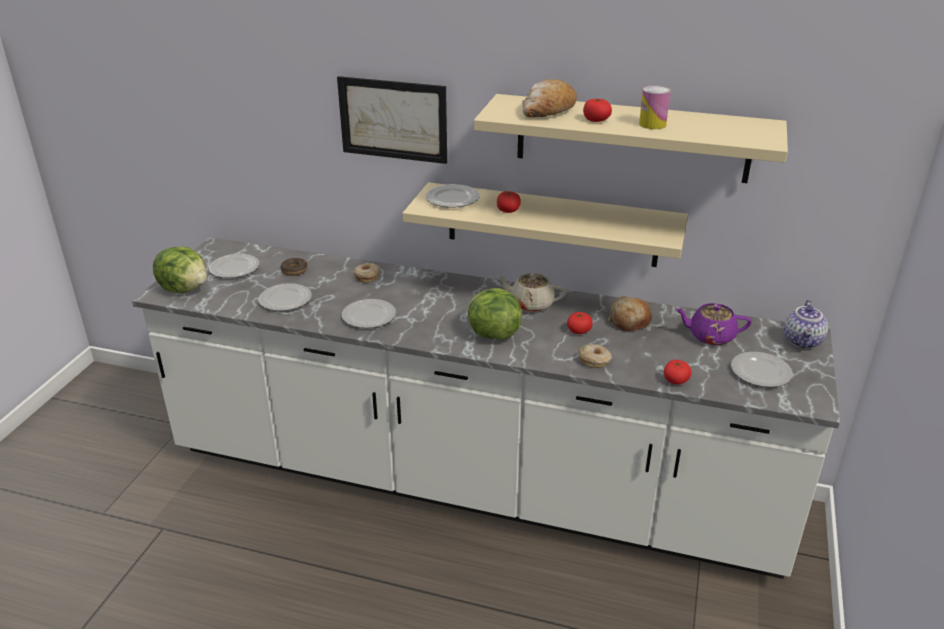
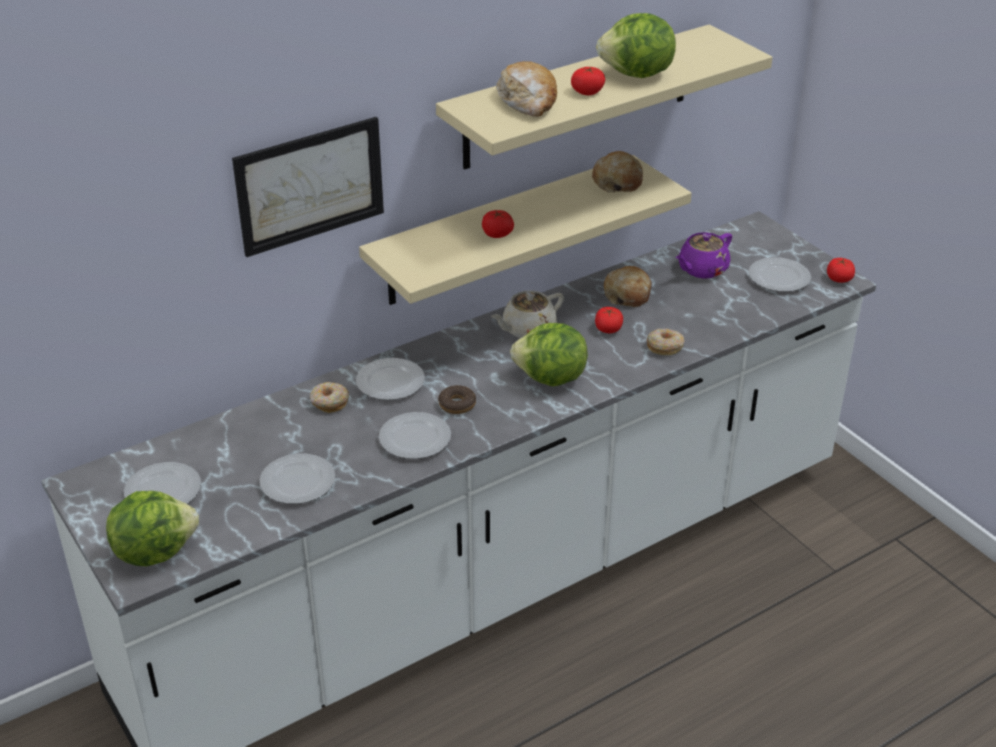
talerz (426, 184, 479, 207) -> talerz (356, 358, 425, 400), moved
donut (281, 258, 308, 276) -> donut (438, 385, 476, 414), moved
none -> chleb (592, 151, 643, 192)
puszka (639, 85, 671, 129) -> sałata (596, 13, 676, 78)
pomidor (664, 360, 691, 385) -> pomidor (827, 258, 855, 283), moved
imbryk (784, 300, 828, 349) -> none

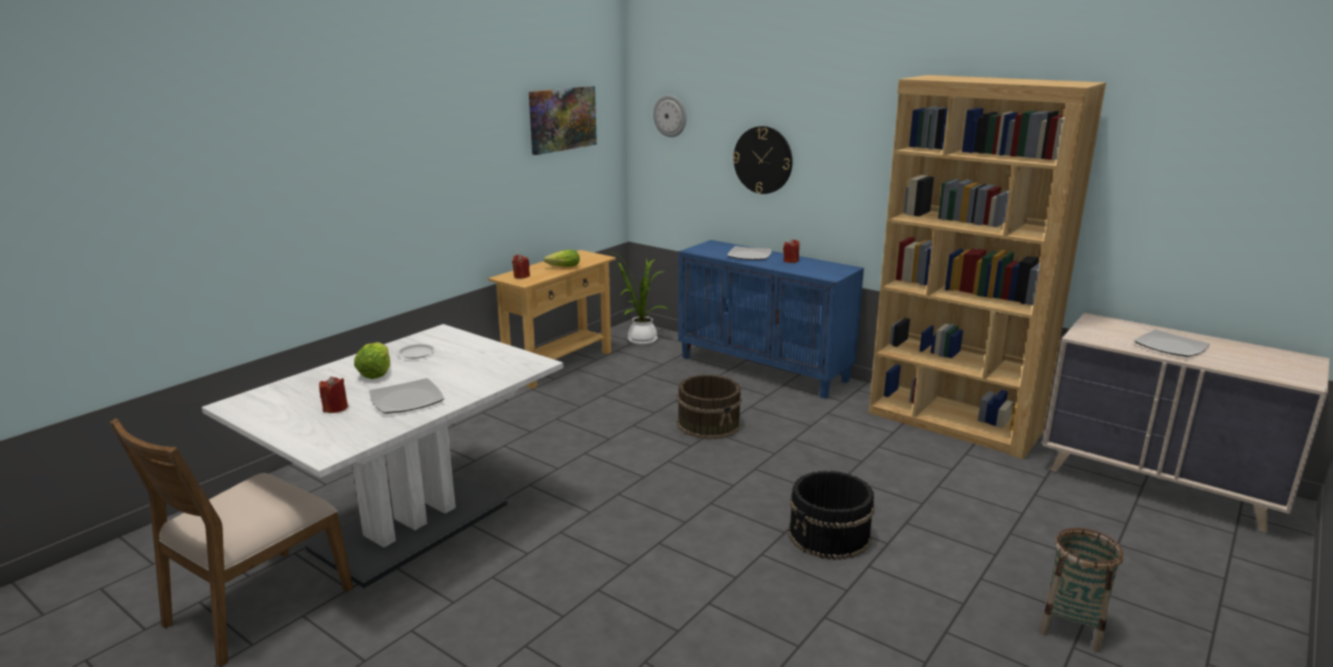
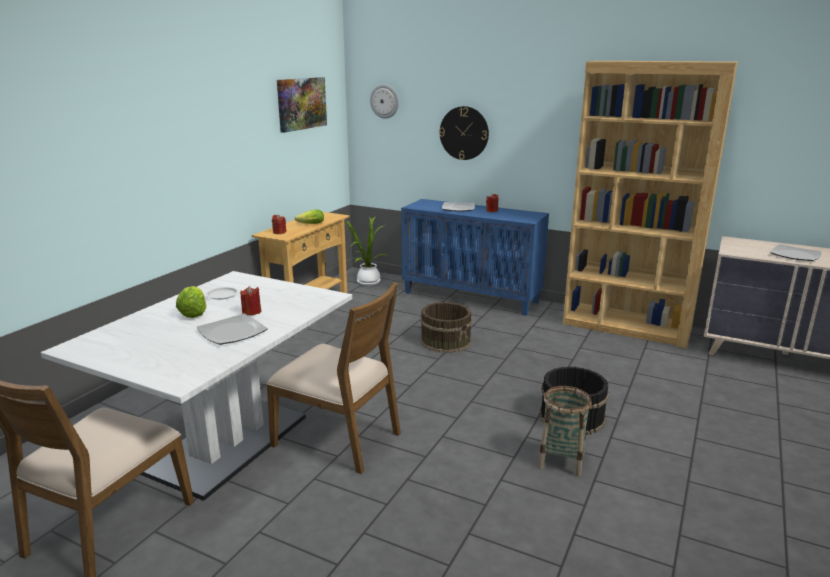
świeca/czerwony (319, 376, 348, 413) -> świeca/czerwony (240, 286, 261, 315), moved
none -> krzesło/brązowy (267, 282, 401, 474)
koszyk (1039, 528, 1124, 652) -> koszyk (538, 386, 592, 477), moved

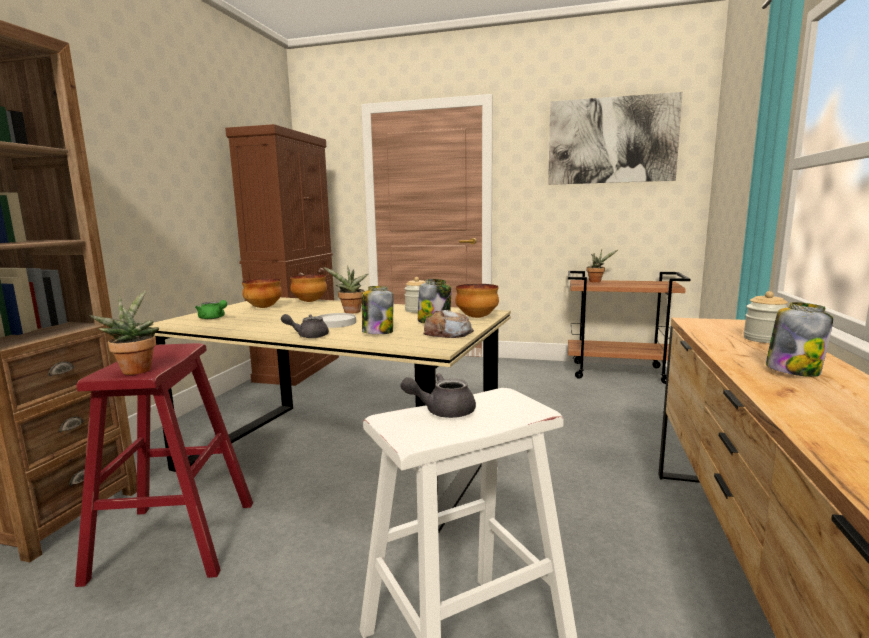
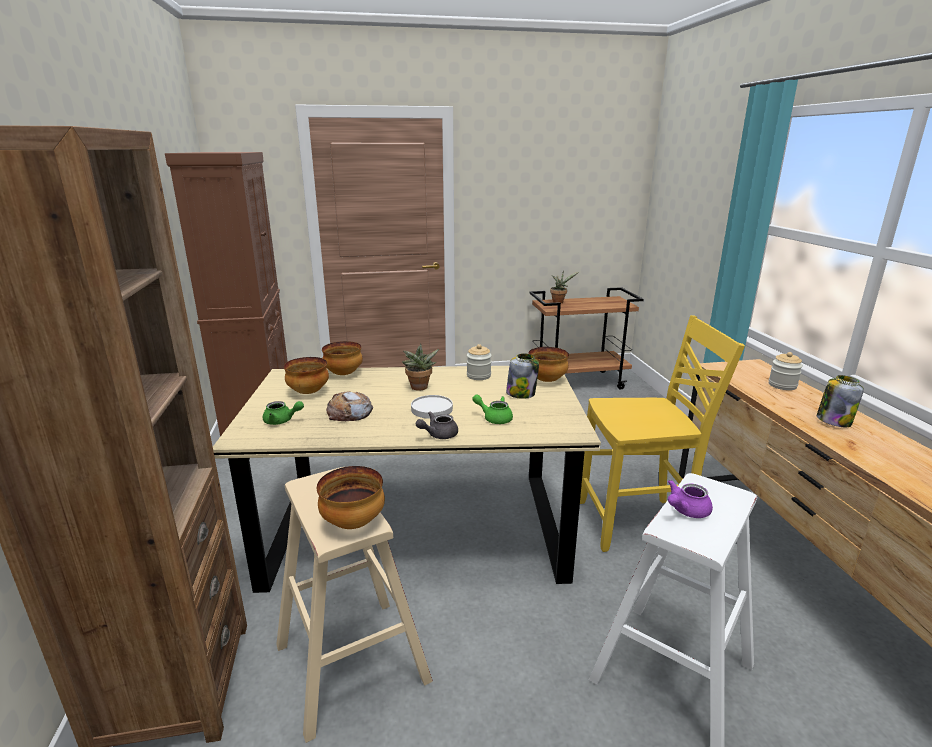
stołek/czerwony (75, 343, 253, 587) -> stołek/beżowy (276, 467, 433, 743)
roślina doniczkowa (90, 290, 159, 375) -> miska (317, 466, 385, 529)
chleb (423, 310, 474, 338) -> chleb (326, 391, 373, 421), moved
słoik (362, 286, 393, 334) -> imbryk/zielony (472, 394, 513, 424)
none -> krzesło/żółty (580, 315, 745, 552)
imbryk/szary (400, 373, 476, 418) -> imbryk/fioletowy (668, 480, 713, 518)
obraz (548, 92, 683, 185) -> none

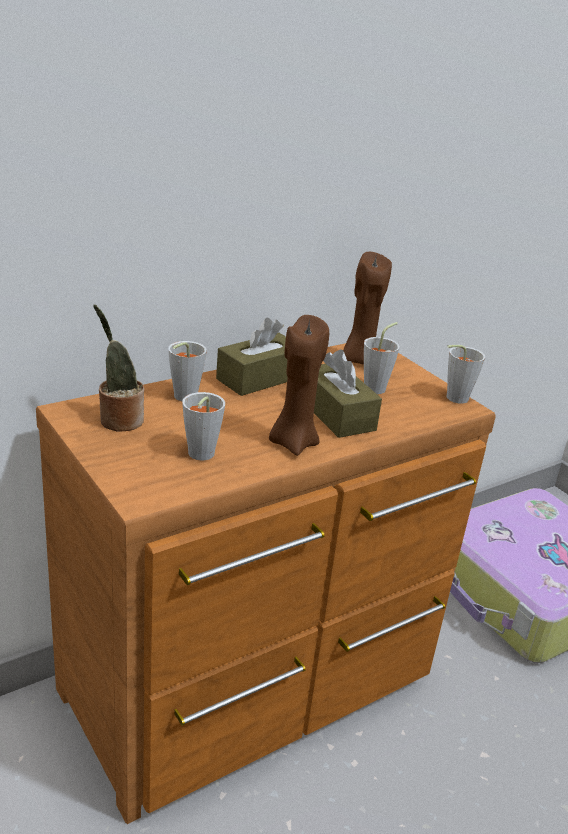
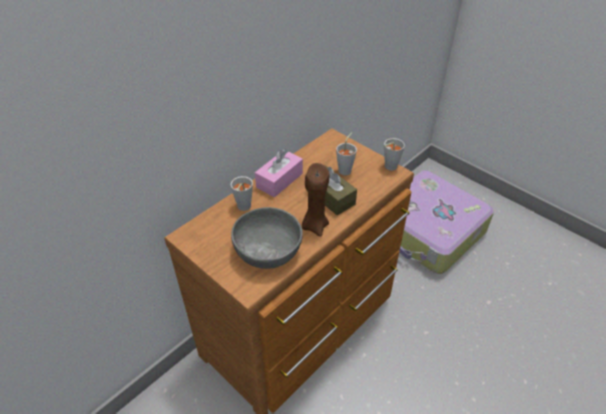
filiżanka/szary (182, 392, 225, 461) -> miska/szary (231, 207, 303, 269)
pudełko chusteczek/brązowy (216, 318, 288, 396) -> pudełko chusteczek/różowy (255, 148, 303, 197)
roślina doniczkowa (93, 305, 144, 432) -> none
świeca/brązowy (343, 252, 392, 365) -> none

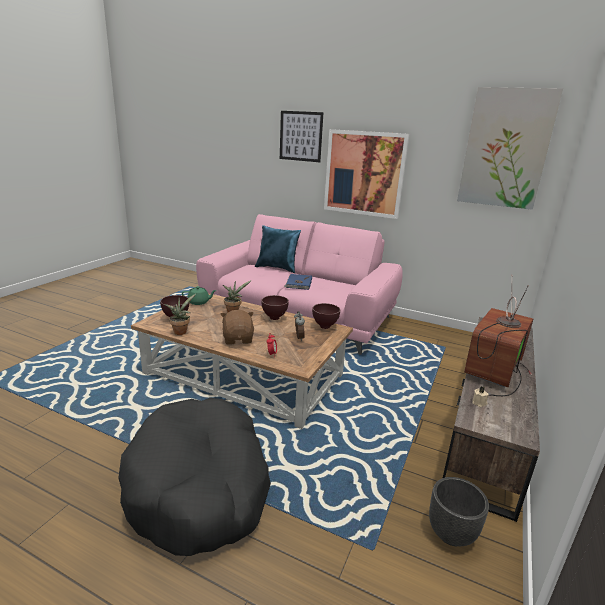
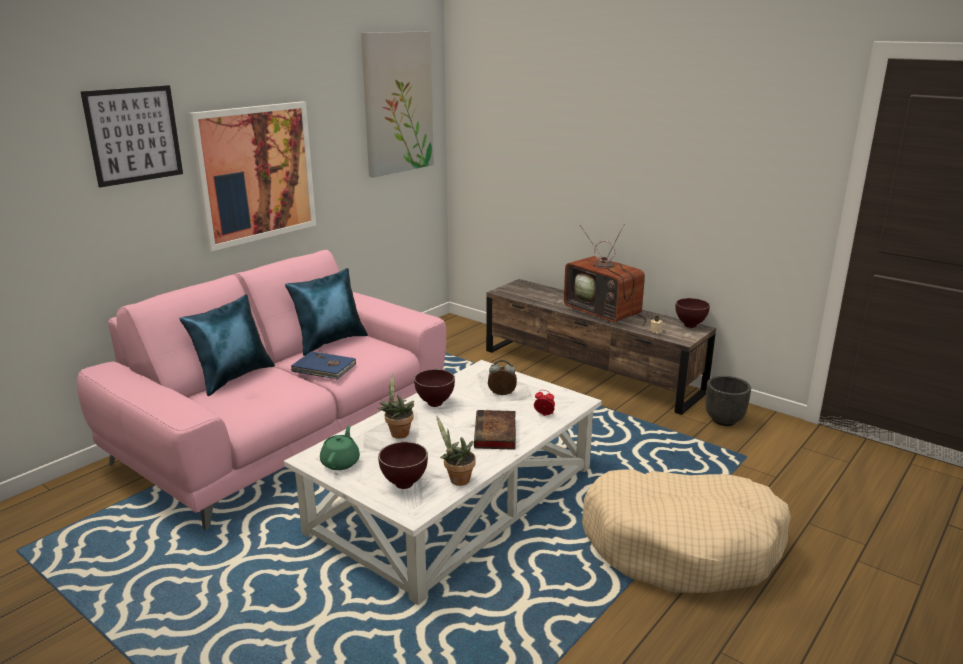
ława/brązowy (131, 293, 353, 429) -> ława/biały (284, 360, 602, 605)
none -> poduszka/niebieski (285, 268, 368, 356)
pluszak/brązowy (220, 310, 254, 345) -> książka (474, 410, 516, 450)
legowisko/czarny (118, 398, 271, 556) -> legowisko/beżowy (582, 470, 791, 593)
miska/brązowy (312, 303, 340, 329) -> miska/brązowy (676, 298, 710, 328), moved

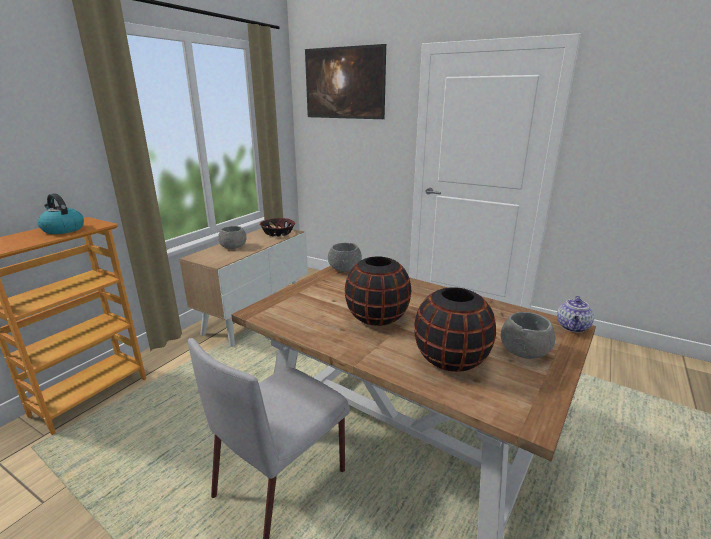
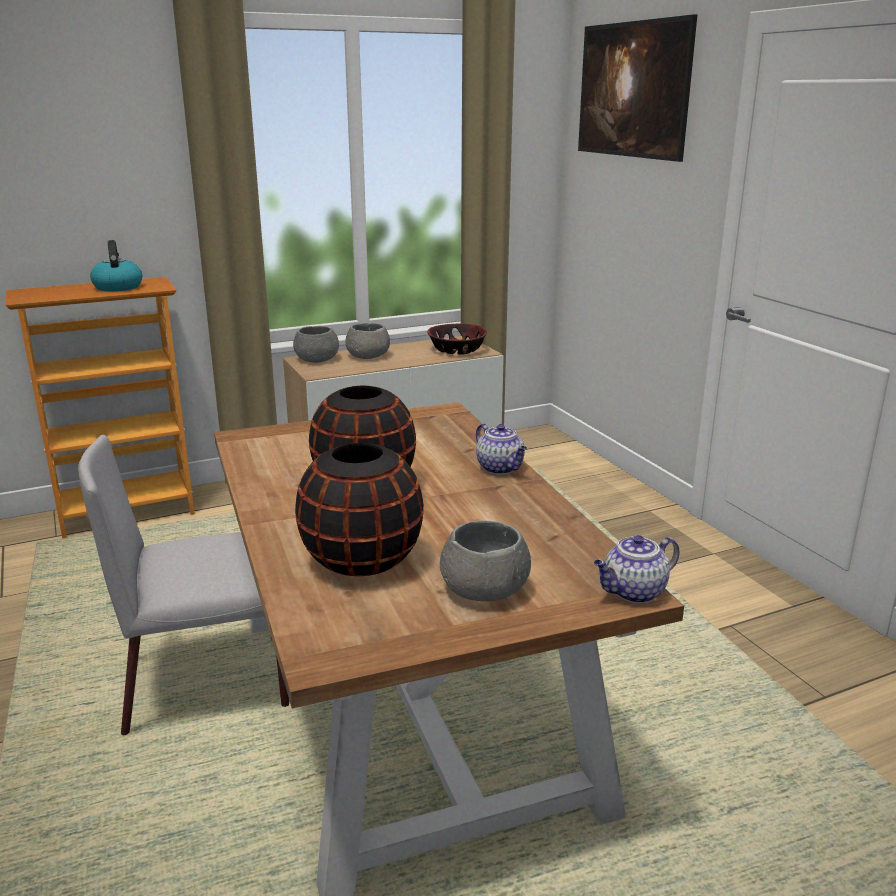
miska/szary (328, 243, 362, 272) -> miska/szary (293, 326, 339, 363), moved
none -> imbryk (476, 423, 527, 474)

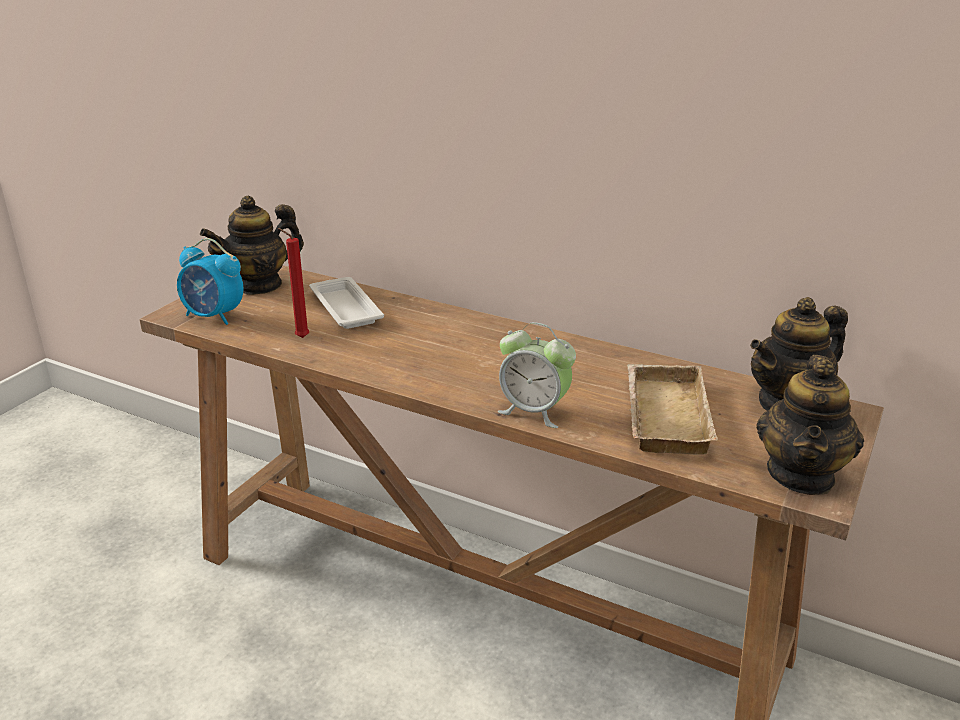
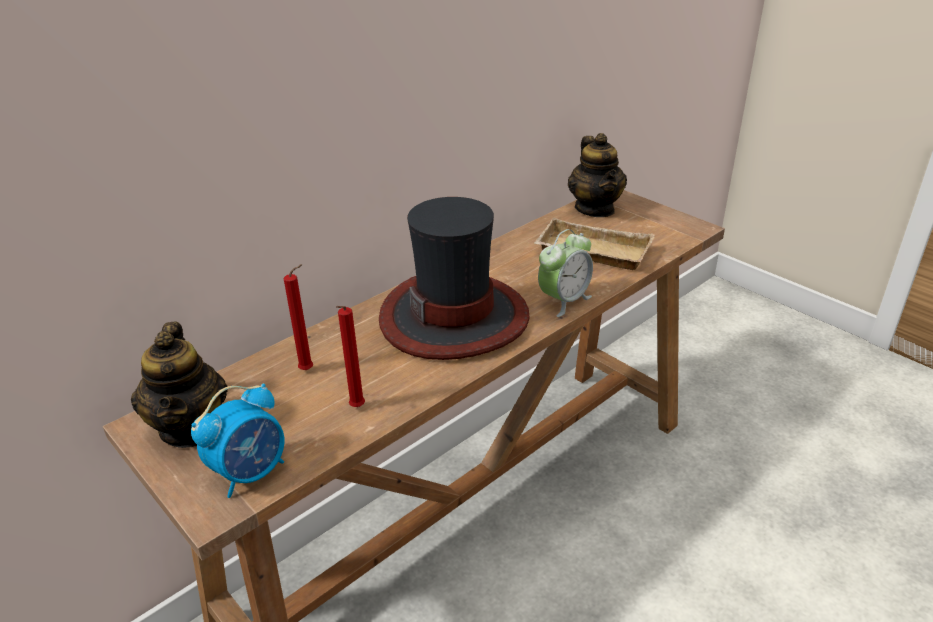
taca/biały (309, 277, 384, 329) -> świeca/czerwony (284, 264, 313, 370)
none -> kapelusz (379, 197, 530, 360)
imbryk (756, 355, 864, 495) -> none

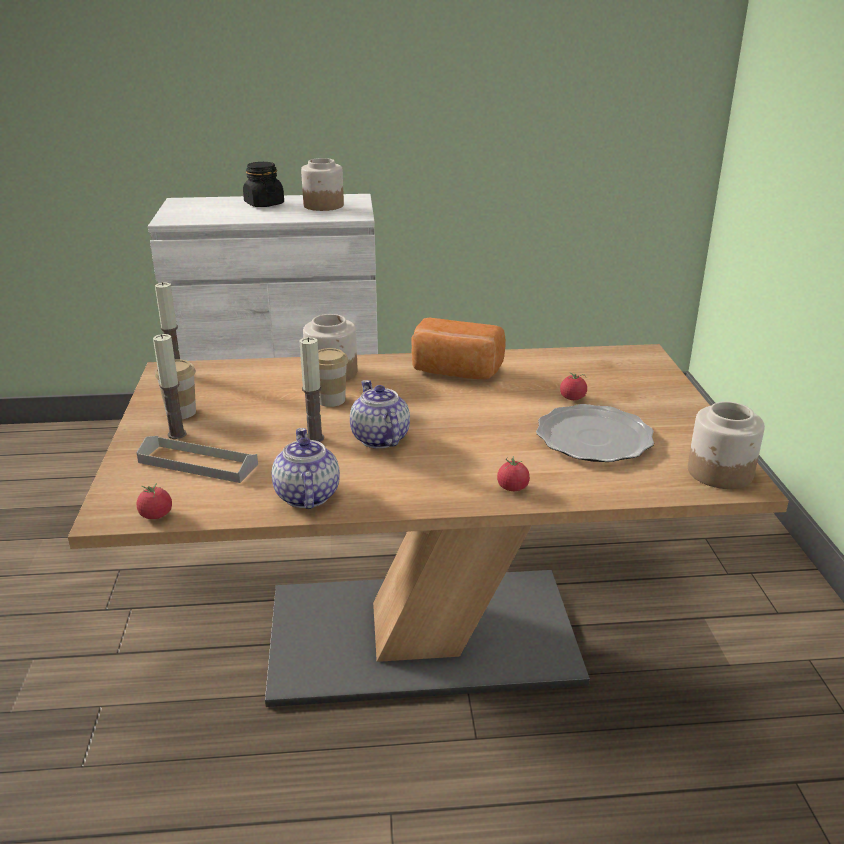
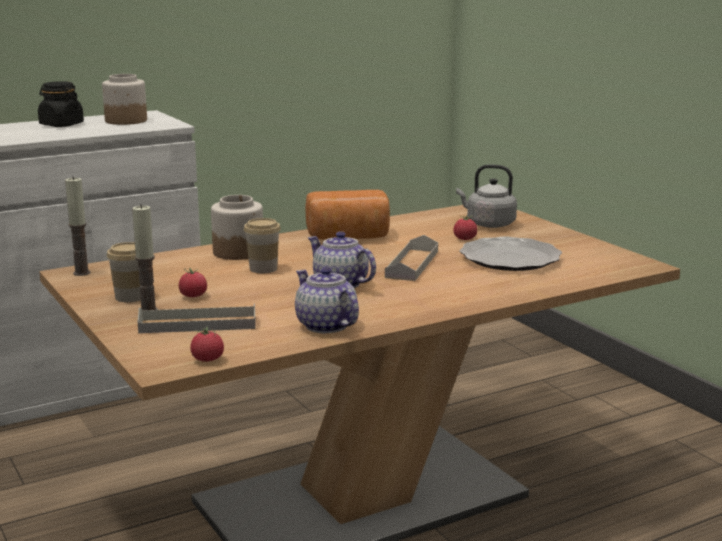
pomidor (497, 456, 530, 491) -> pomidor (179, 268, 207, 297), moved
none -> taca/szary (385, 235, 438, 281)
none -> czajnik/szary (456, 164, 517, 228)
świeca (299, 337, 324, 442) -> none
słoik (688, 402, 765, 489) -> none

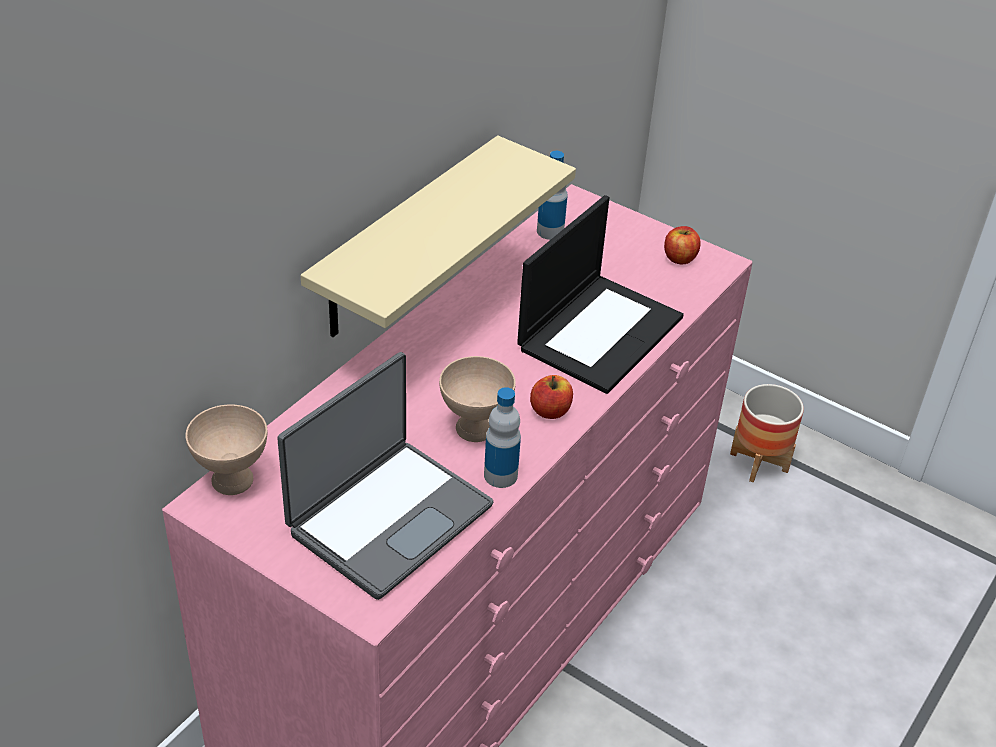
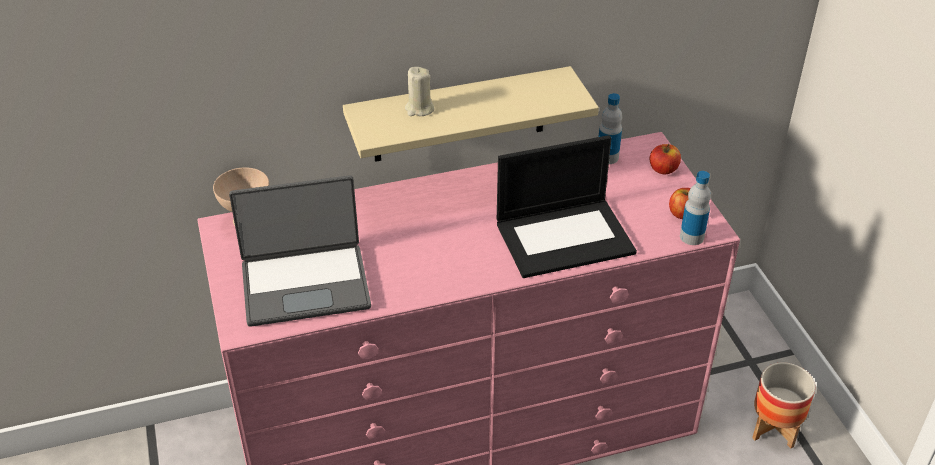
none -> świeca/beżowy (405, 67, 434, 116)
jabłko (530, 375, 573, 419) -> jabłko (650, 144, 681, 174), moved
butelka (484, 387, 521, 488) -> butelka (680, 171, 711, 245), moved
miska/beżowy (439, 356, 516, 442) -> none

